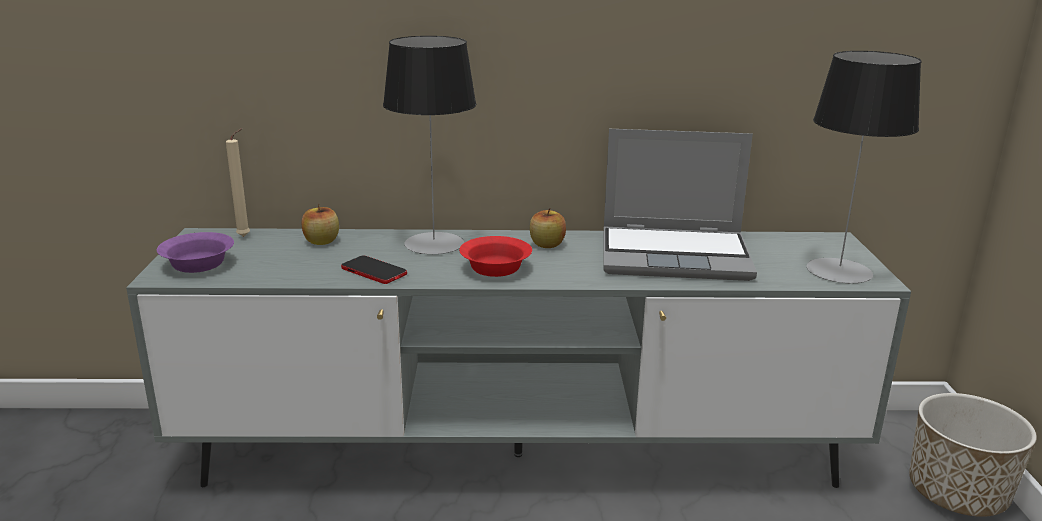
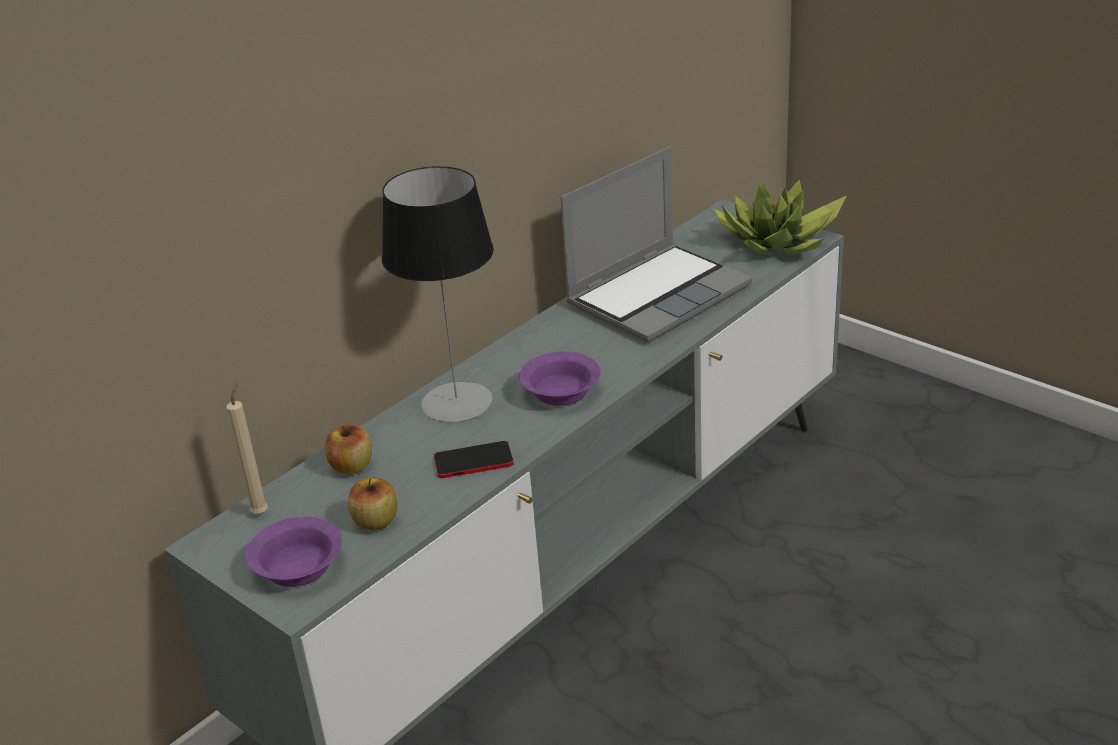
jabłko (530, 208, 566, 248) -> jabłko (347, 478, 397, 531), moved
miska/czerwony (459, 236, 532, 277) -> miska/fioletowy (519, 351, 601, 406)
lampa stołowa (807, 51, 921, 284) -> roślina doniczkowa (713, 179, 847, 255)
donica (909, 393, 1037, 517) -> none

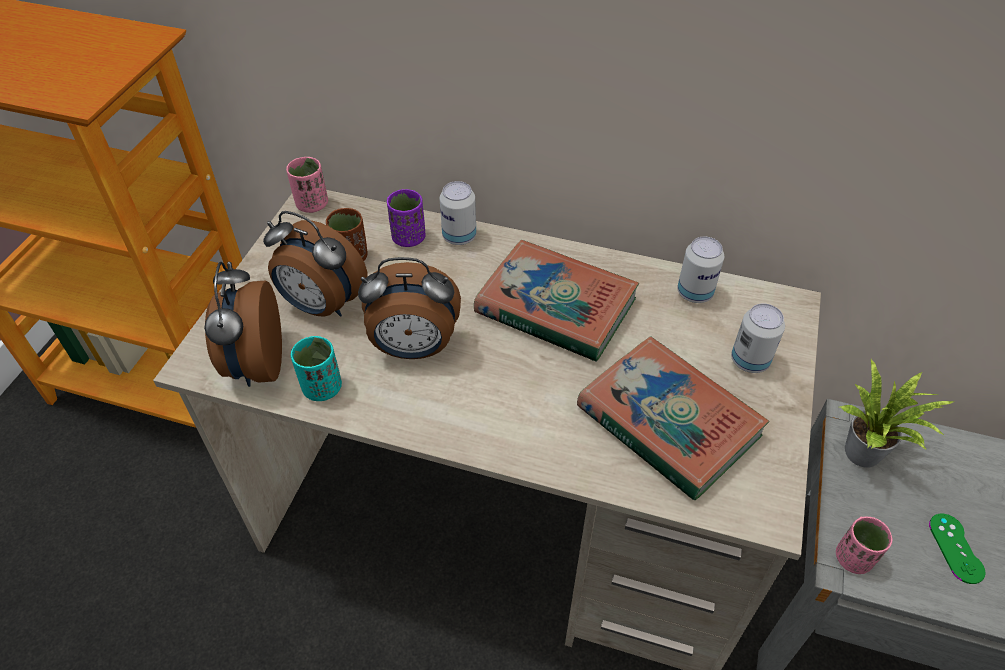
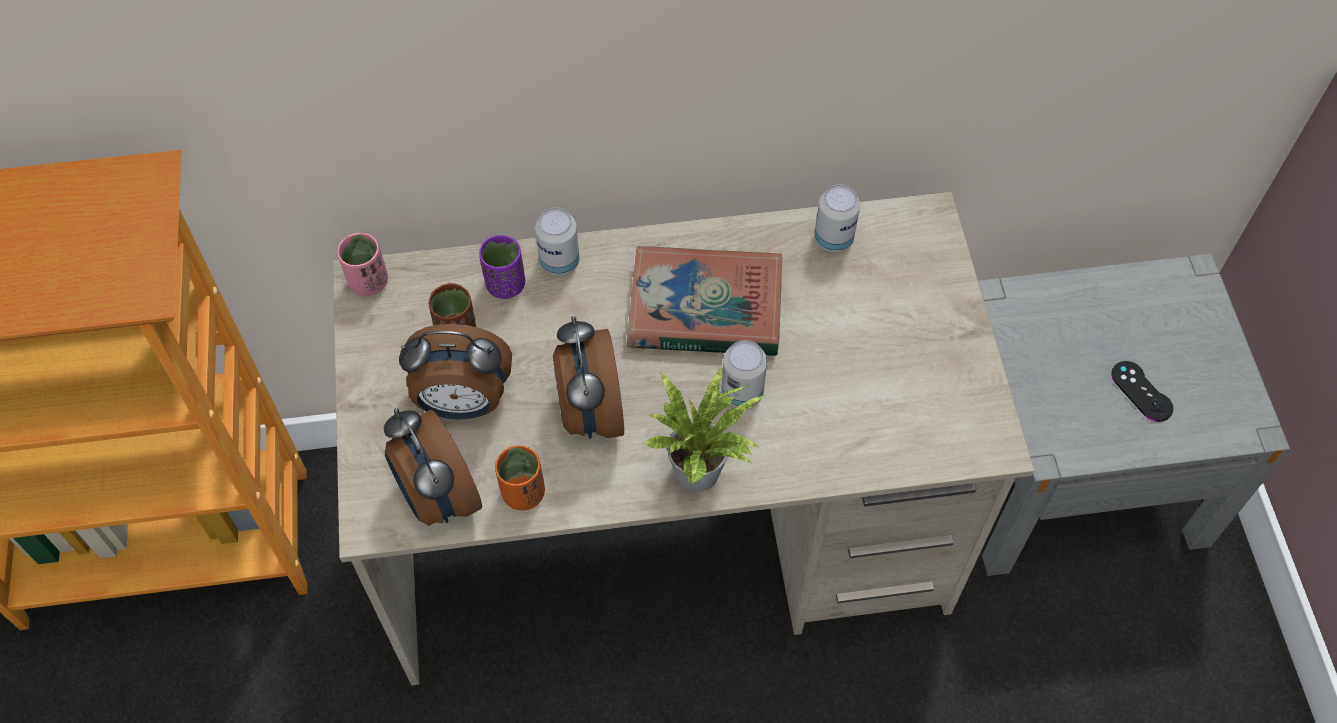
filiżanka/turkusowy (291, 336, 342, 401) -> filiżanka/pomarańczowy (495, 445, 545, 511)
budzik (358, 257, 461, 359) -> budzik (553, 316, 624, 439), 105 degrees clockwise
roślina doniczkowa (840, 359, 954, 468) -> roślina doniczkowa (642, 368, 765, 492), moved
puszka (731, 304, 785, 373) -> puszka (722, 340, 767, 407), moved
pad do gier/zielony (929, 514, 985, 584) -> pad do gier/czarny (1111, 361, 1173, 422)
książka (577, 337, 769, 500) -> none
filiżanka/różowy (836, 516, 892, 574) -> none

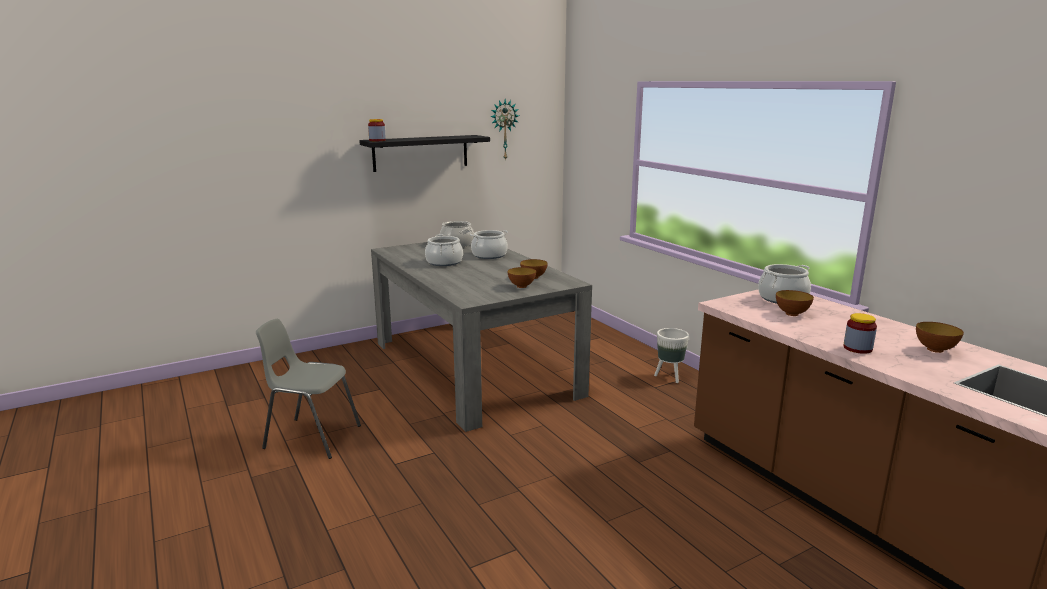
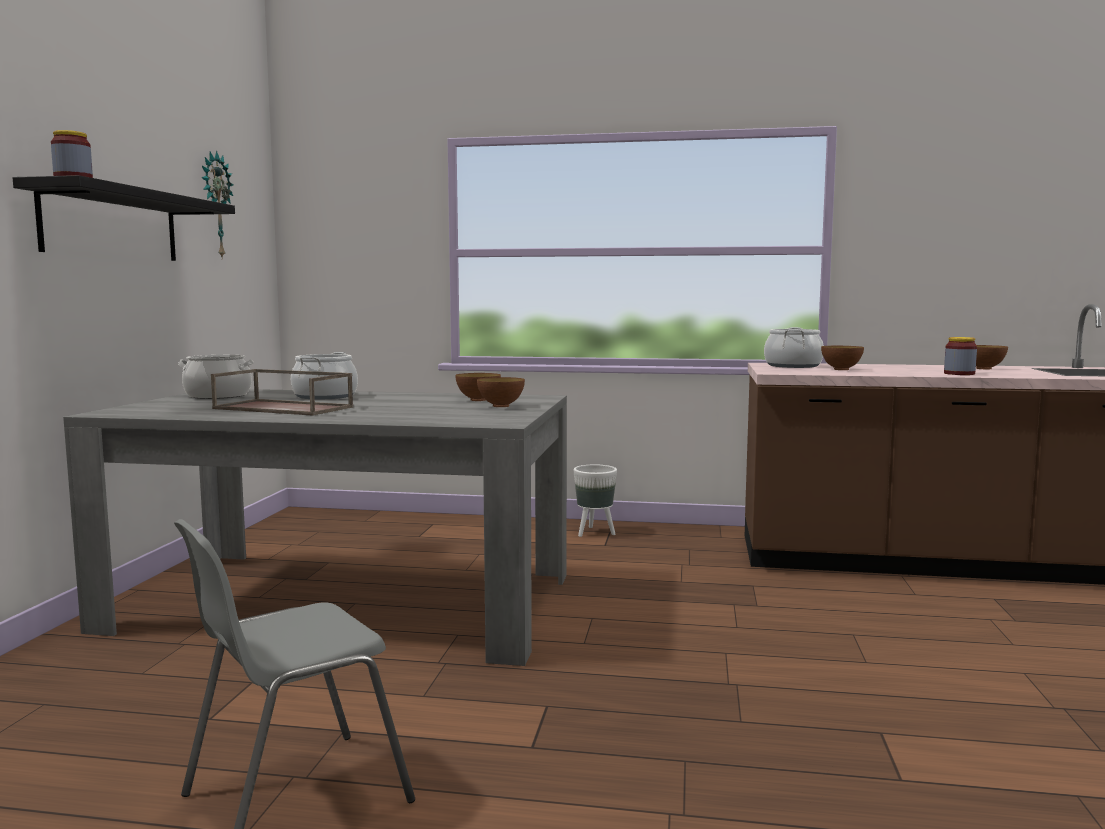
garnek (425, 234, 463, 266) -> taca/brązowy (211, 369, 354, 416)

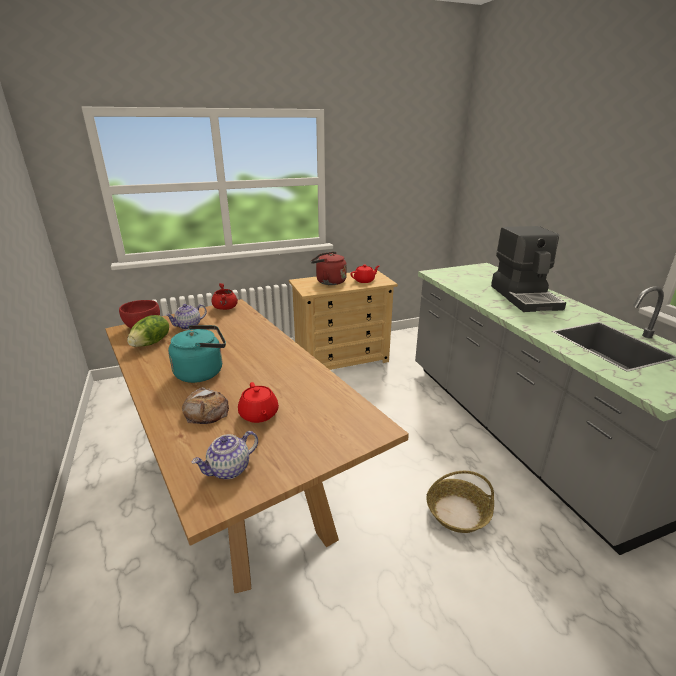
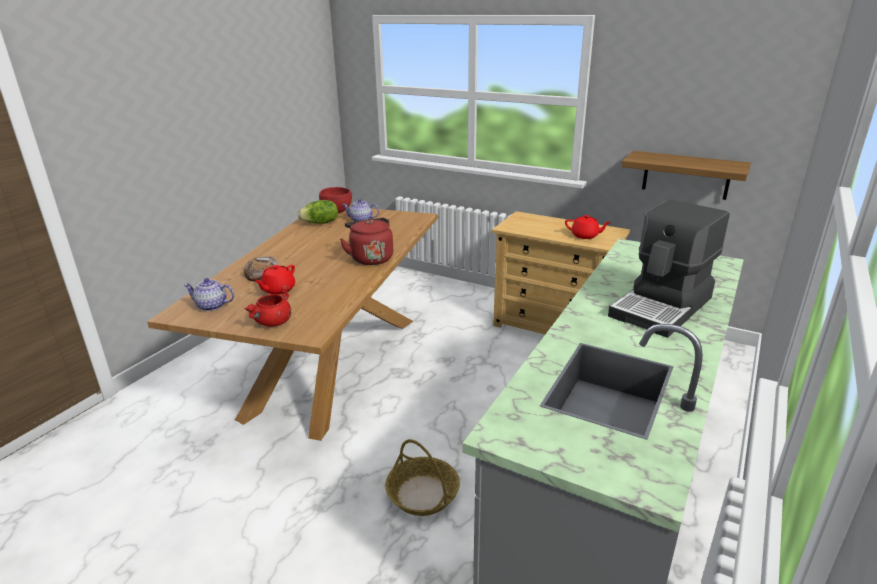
garnek/czerwony (211, 283, 238, 310) -> garnek/czerwony (245, 285, 291, 327), moved
czajnik/czerwony (311, 252, 347, 285) -> czajnik/czerwony (340, 218, 393, 265), moved
none -> półka (621, 151, 751, 200)
czajnik/turkusowy (168, 325, 226, 383) -> none

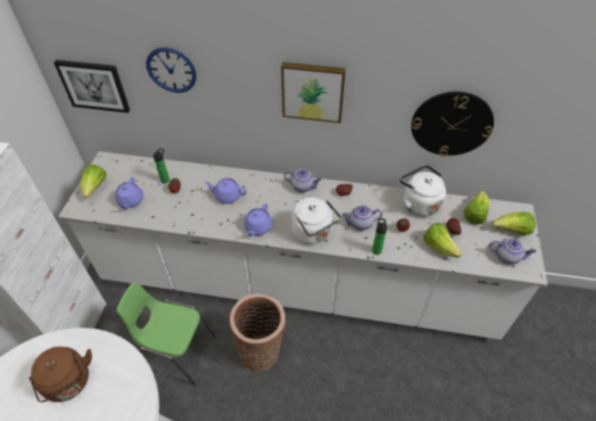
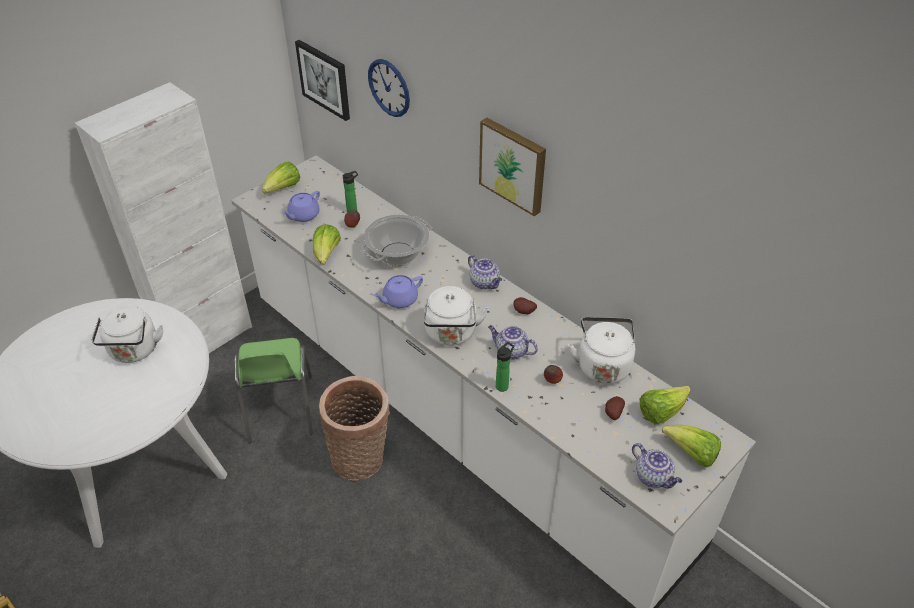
czajnik/brązowy (29, 346, 92, 402) -> czajnik/biały (92, 305, 163, 363)
krzesło/zielony (117, 282, 216, 386) -> krzesło/zielony (234, 338, 313, 443), 150 degrees counterclockwise
sałata (423, 222, 462, 258) -> sałata (313, 224, 341, 265), moved
imbryk/fioletowy (204, 178, 247, 204) -> garnek (360, 214, 432, 266)
zegar ścienny (411, 92, 494, 157) -> none

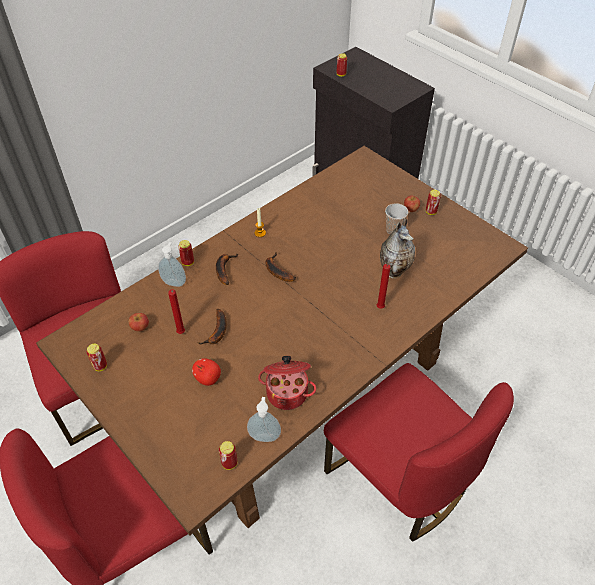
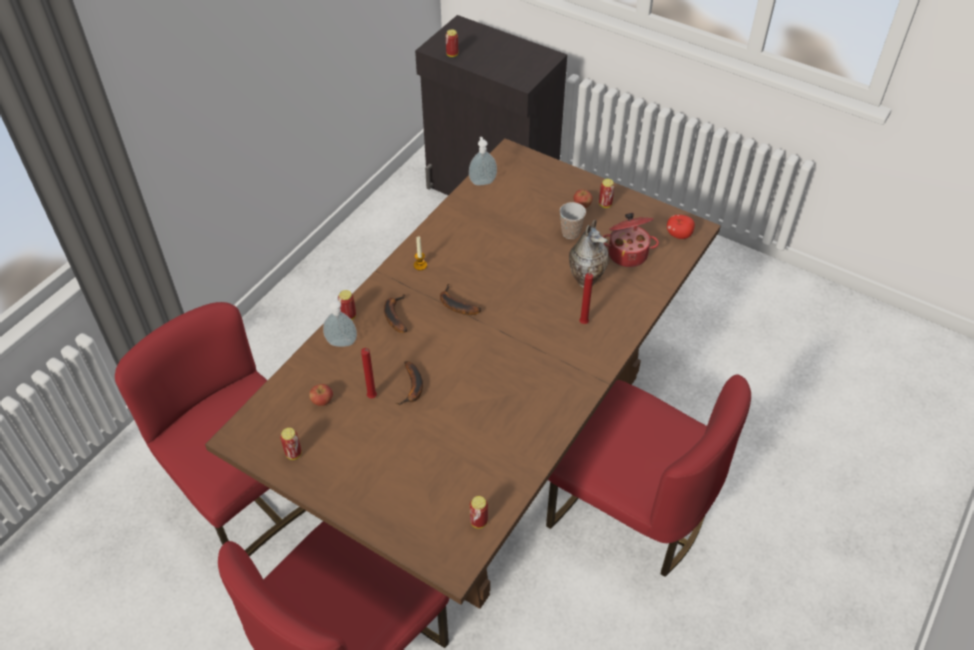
dozownik mydła (247, 397, 281, 442) -> dozownik mydła (469, 137, 497, 185), moved
garnek (258, 356, 316, 410) -> garnek (602, 212, 659, 267), moved
jabłko (192, 358, 221, 386) -> jabłko (667, 215, 695, 239), moved

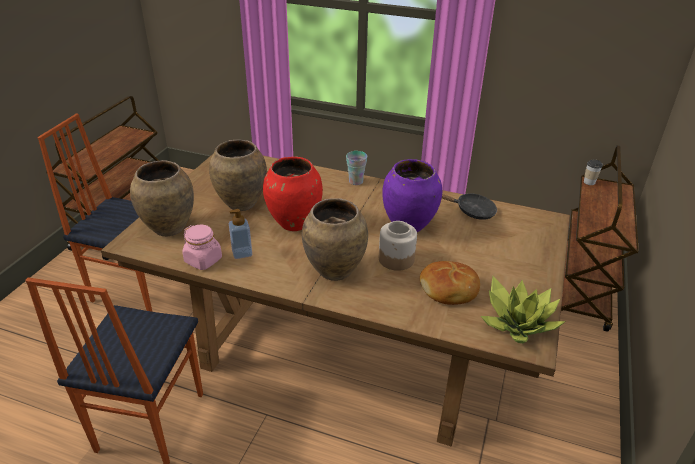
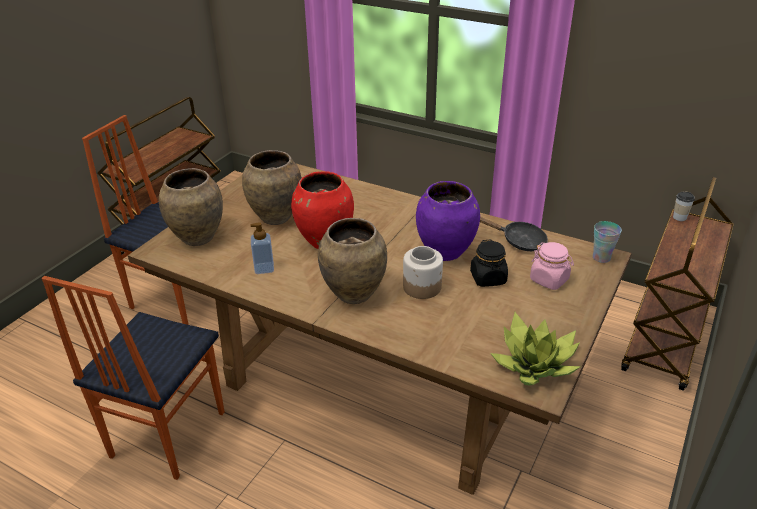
none -> słoik/czarny (470, 239, 508, 287)
słoik/różowy (183, 225, 222, 270) -> słoik/różowy (530, 242, 574, 290), moved
filiżanka (346, 151, 367, 185) -> filiżanka (593, 221, 622, 263), moved
chleb (420, 261, 480, 305) -> none

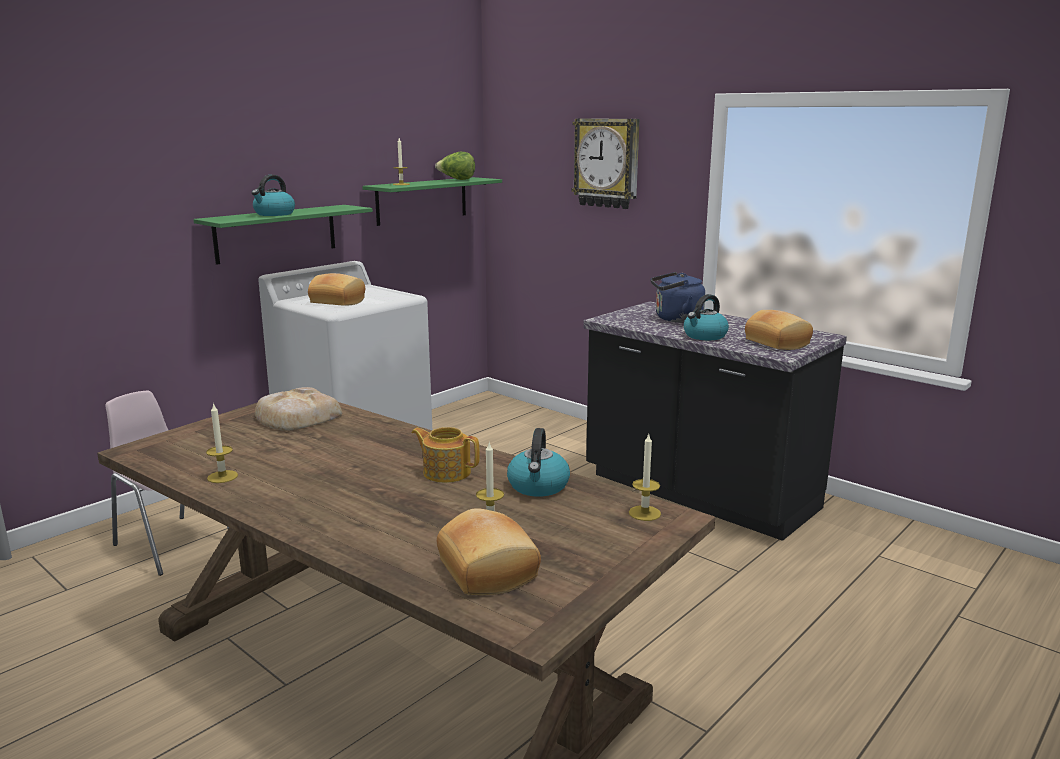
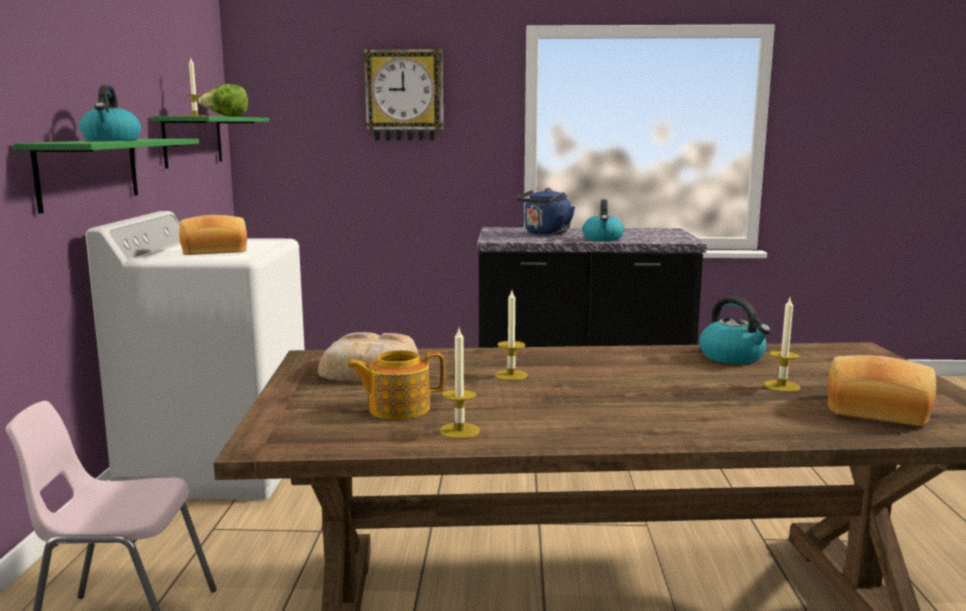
imbryk (411, 427, 480, 483) -> imbryk (346, 350, 445, 420), moved
świeca (629, 434, 661, 521) -> świeca (495, 291, 527, 381), moved
chleb (745, 310, 813, 350) -> none

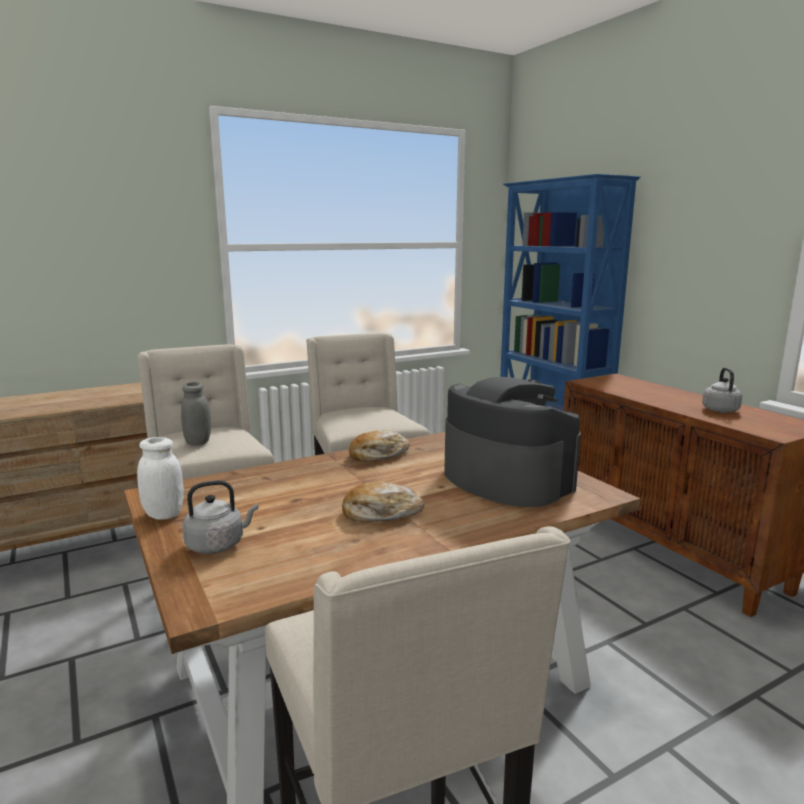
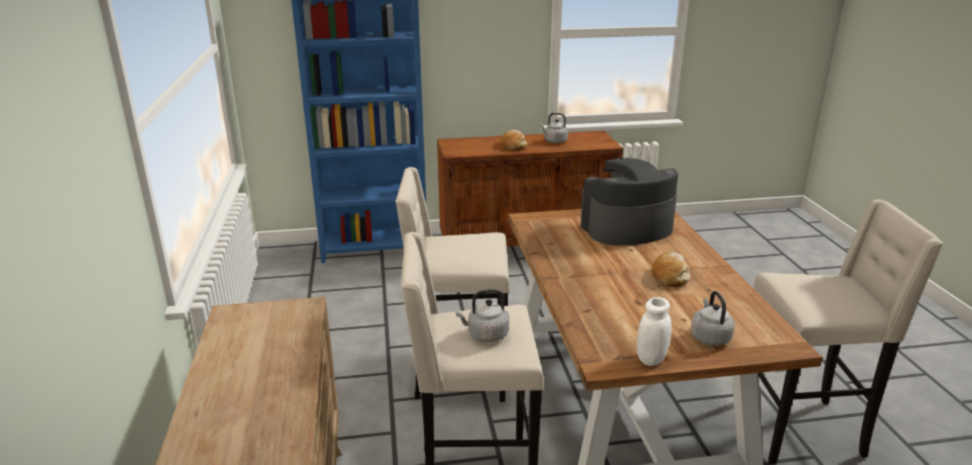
słoik/szary (181, 382, 211, 446) -> czajnik/szary (456, 289, 509, 342)
chleb (349, 430, 410, 462) -> chleb (501, 130, 527, 150), moved

